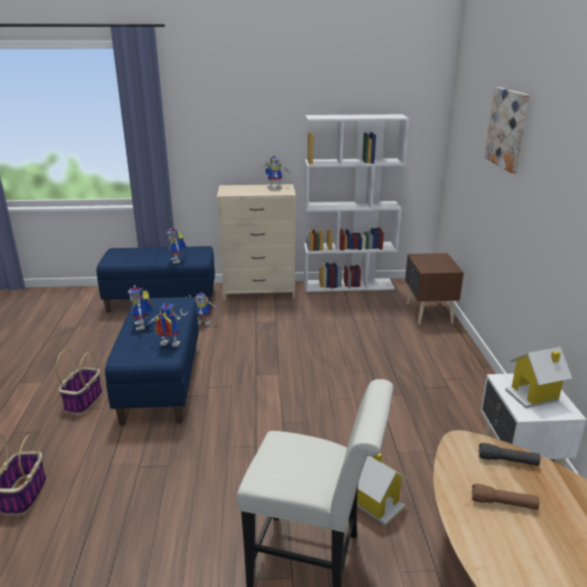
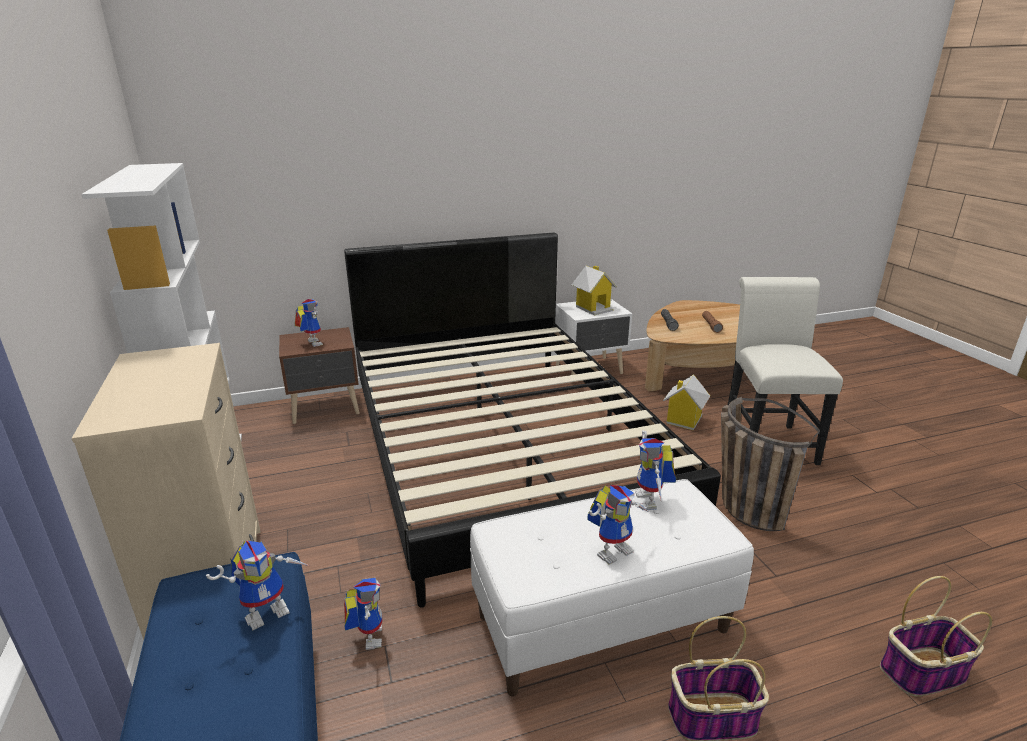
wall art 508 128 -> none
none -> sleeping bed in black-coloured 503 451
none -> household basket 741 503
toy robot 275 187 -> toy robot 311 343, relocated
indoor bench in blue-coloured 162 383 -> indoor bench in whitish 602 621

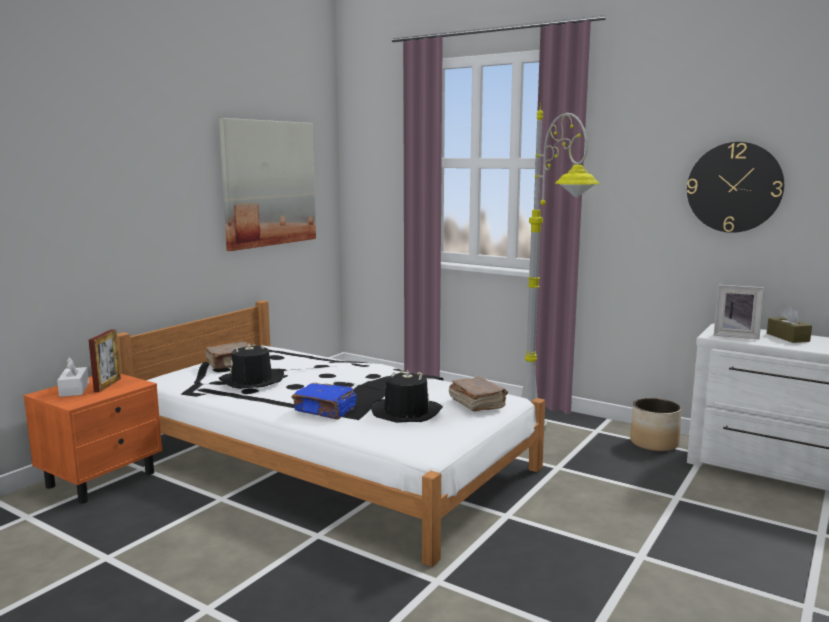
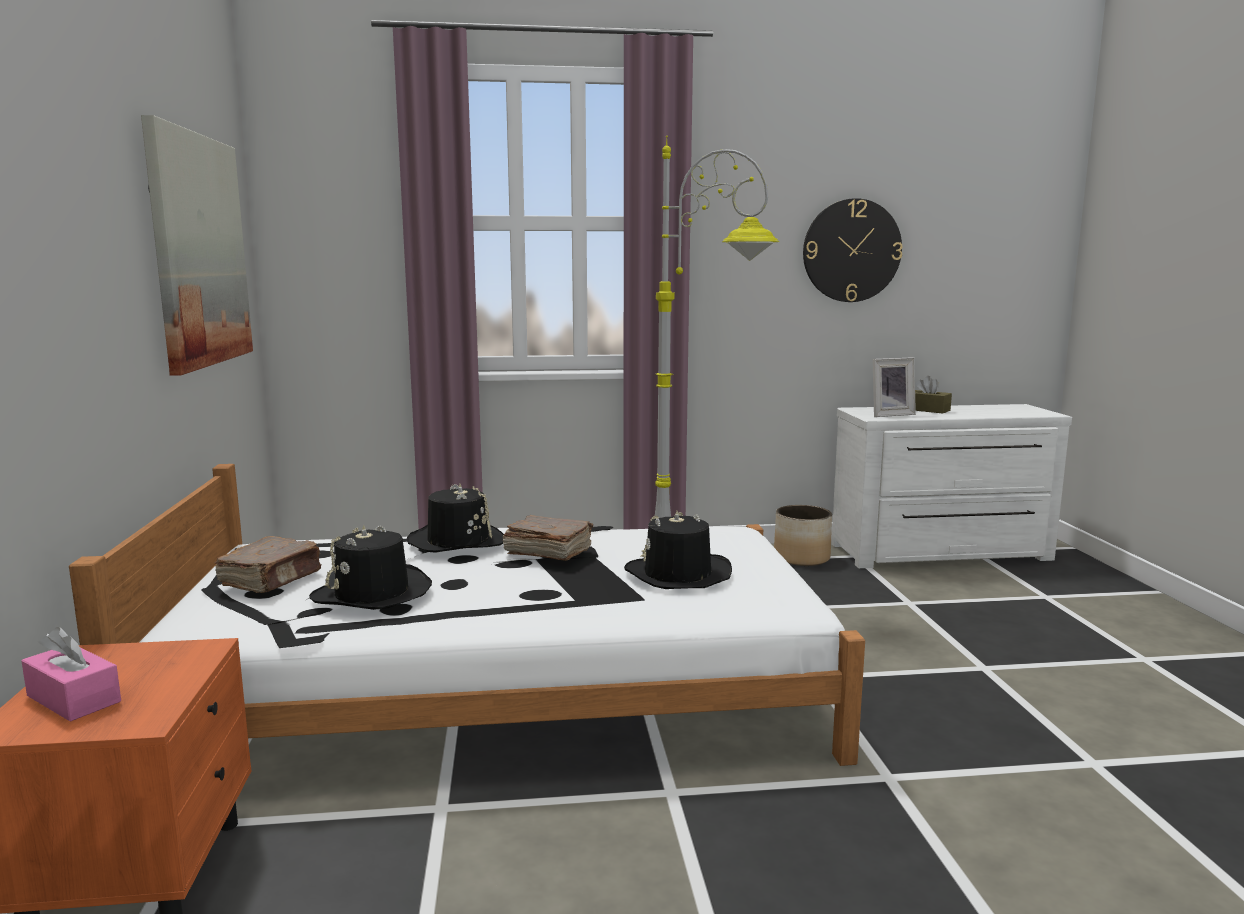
standing frame 107 385 -> none
bound book in blue-coloured 325 411 -> none
none -> clothing hat in black-coloured 457 541
bound book in brown-coloured 477 404 -> bound book in brown-coloured 547 552, relocated
tissue holder in whitish 74 389 -> tissue holder in pink 74 699

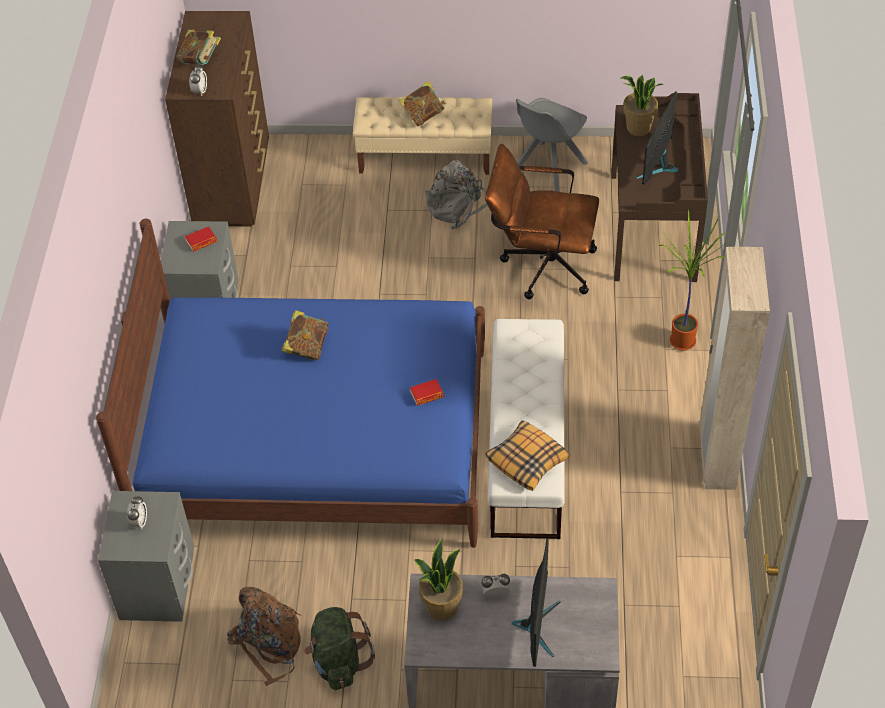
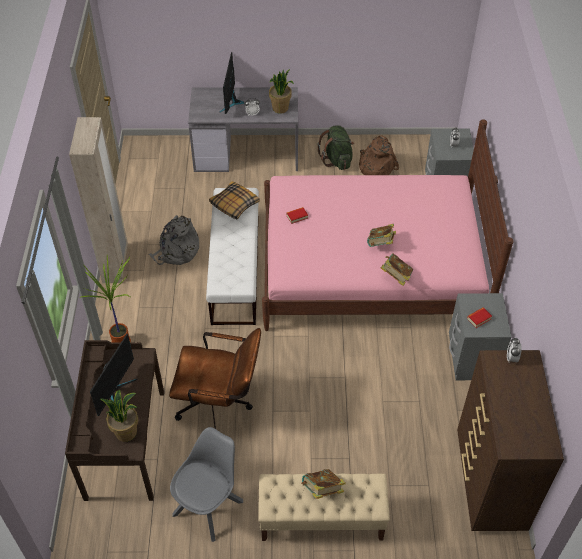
bound book 201 60 -> bound book 396 276, relocated
knapsack in gray 458 206 -> knapsack in gray 177 252, relocated
sleeping bed in blue-coloured 318 443 -> sleeping bed in pink 370 268

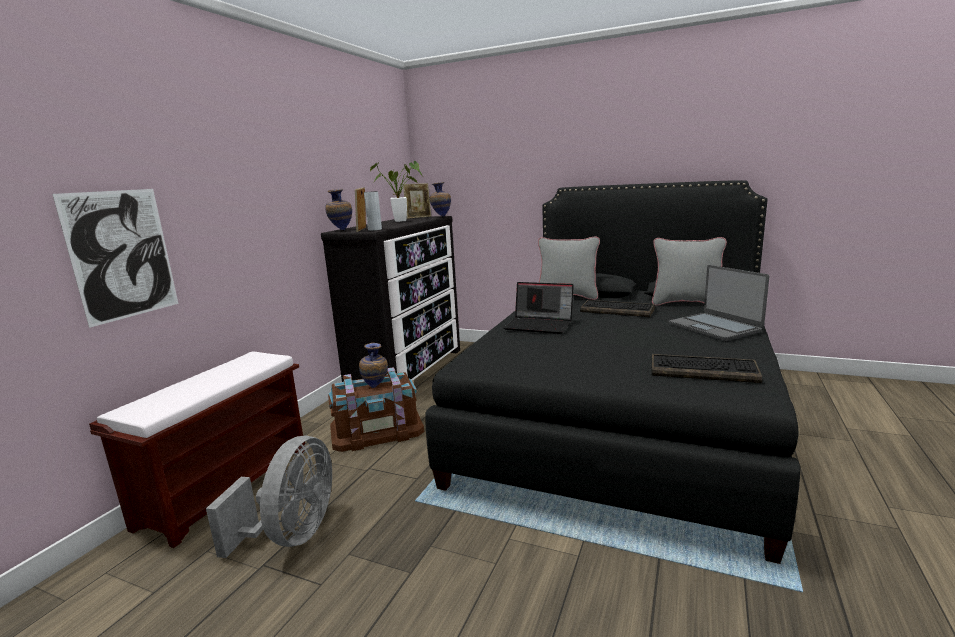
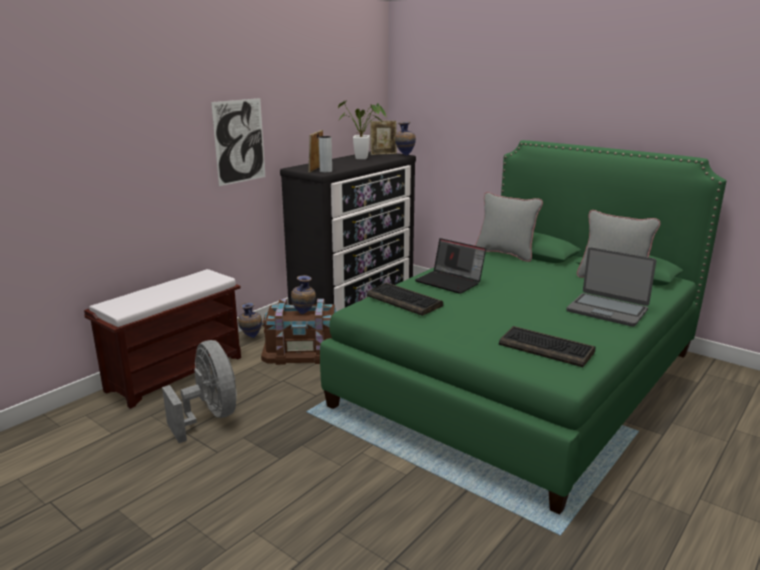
wall art 122 255 -> wall art 239 141, relocated
vase 341 230 -> vase 251 337, relocated
PC keyboard 618 310 -> PC keyboard 405 301, relocated
sleeping bed in black-coloured 620 416 -> sleeping bed in green 520 378
electric fan in gray 292 535 -> electric fan in gray 209 417, 60 degrees counterclockwise
notebook computer 714 328 -> notebook computer 607 310, 45 degrees counterclockwise

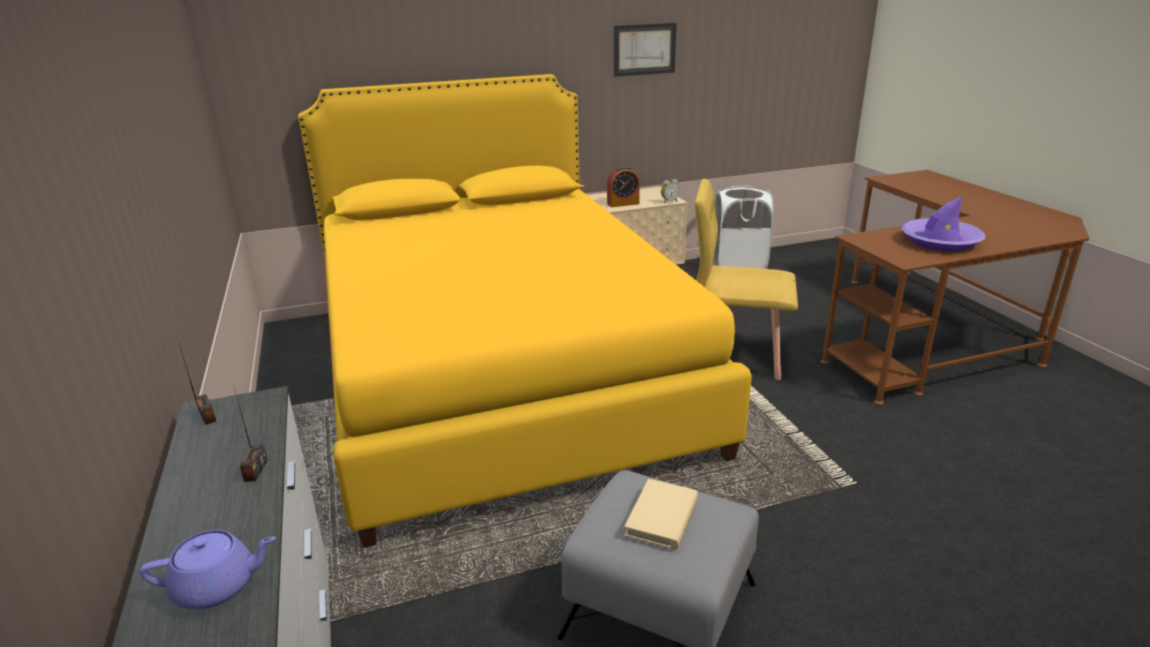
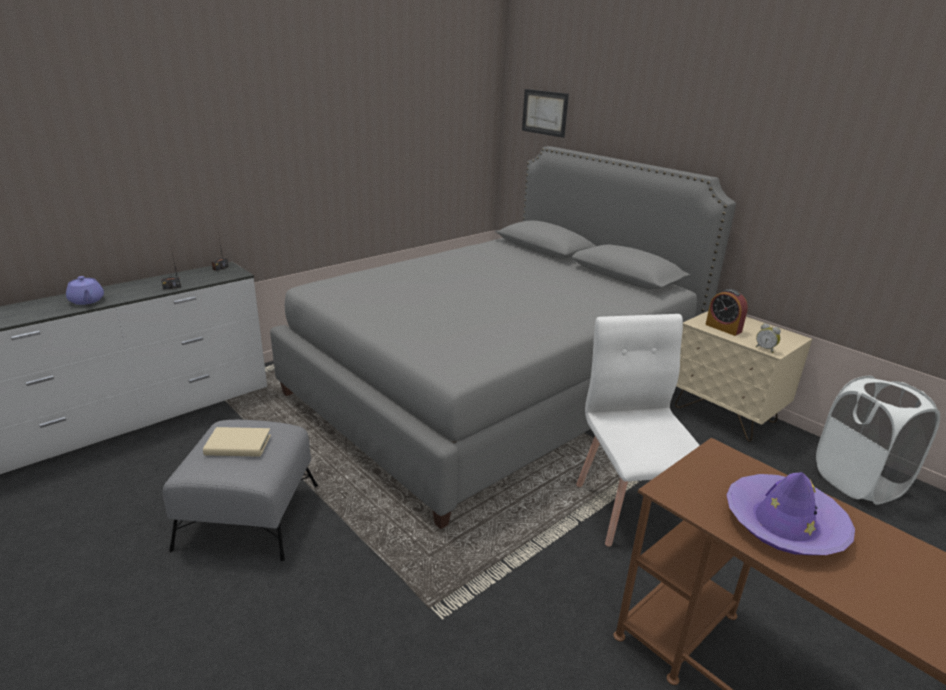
wall art 644 49 -> wall art 545 112, relocated
sleeping bed in yellow 500 373 -> sleeping bed in gray 494 388
chair in yellow 737 356 -> chair in whitish 632 508

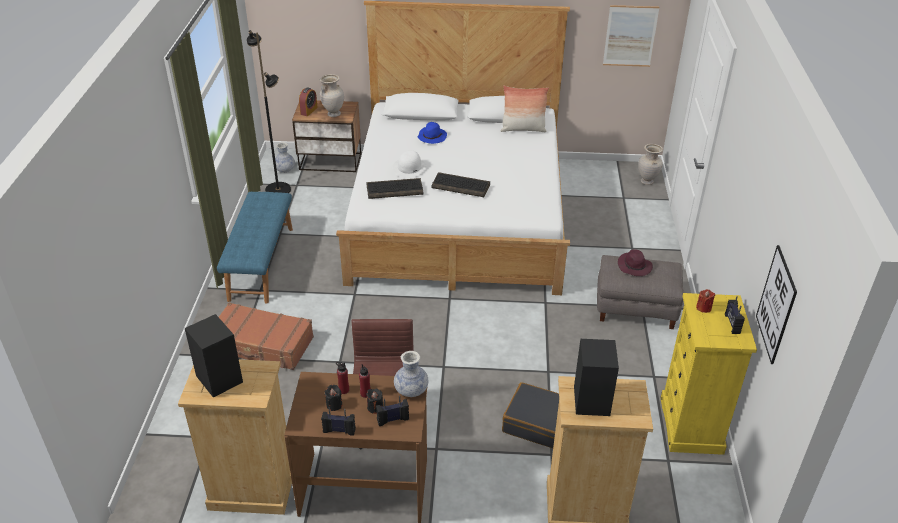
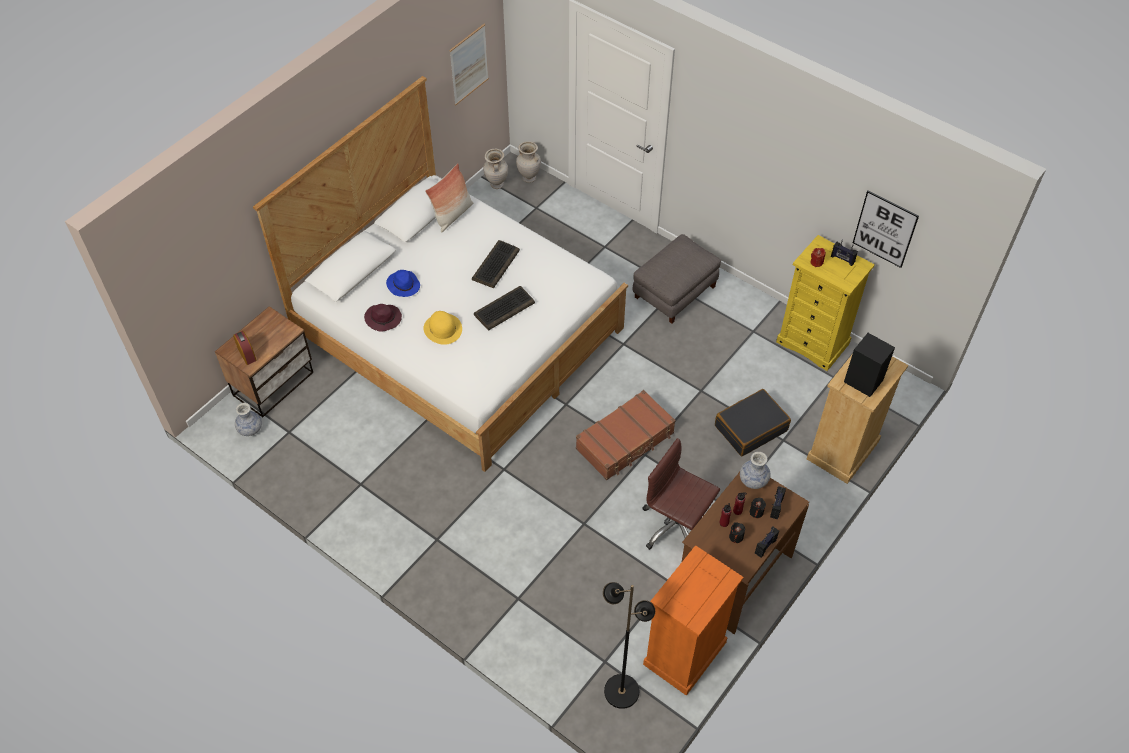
speaker in black-coloured 220 380 -> none
indoor bench in blue-coloured 260 263 -> none
suitcase in brown-coloured 261 345 -> suitcase in brown-coloured 625 441, relocated
floor lamp in black-coloured 278 190 -> floor lamp in black-coloured 621 690, relocated
vase in beige 333 114 -> vase in beige 496 185, relocated
PC keyboard 395 189 -> PC keyboard 495 264, relocated
clothing hat in purplish 634 266 -> clothing hat in purplish 384 319, relocated
chest of drawers in beige 251 489 -> chest of drawers in orange-coloured 684 654
clothing hat in whitish 409 168 -> clothing hat in yellow 443 329

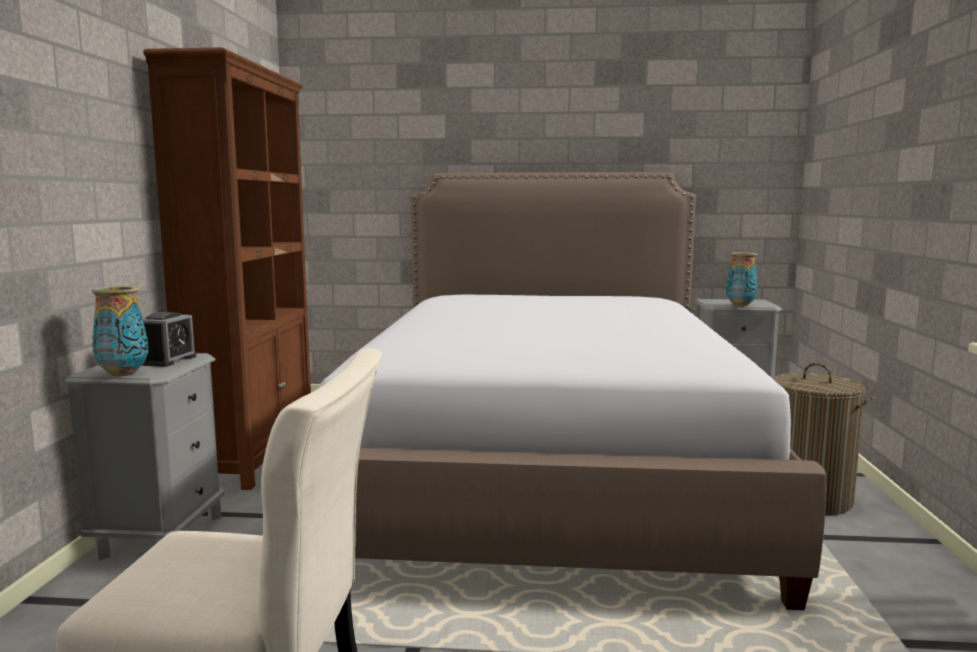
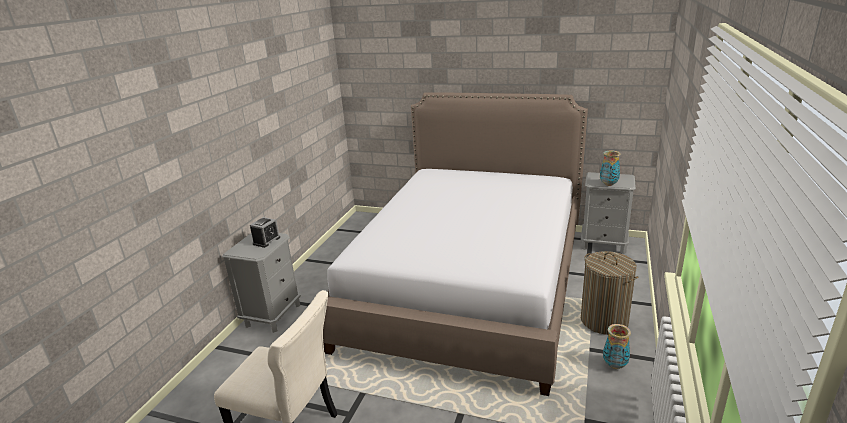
bookcase in brown-coloured 254 455 -> none
vase 123 374 -> vase 615 365, relocated

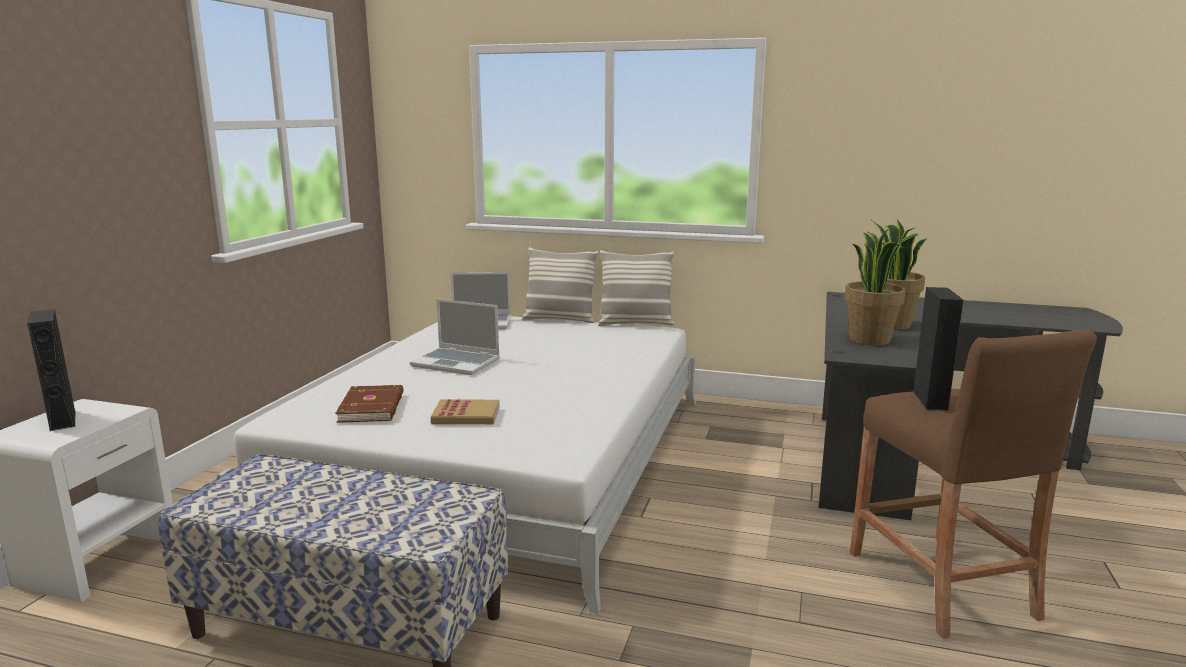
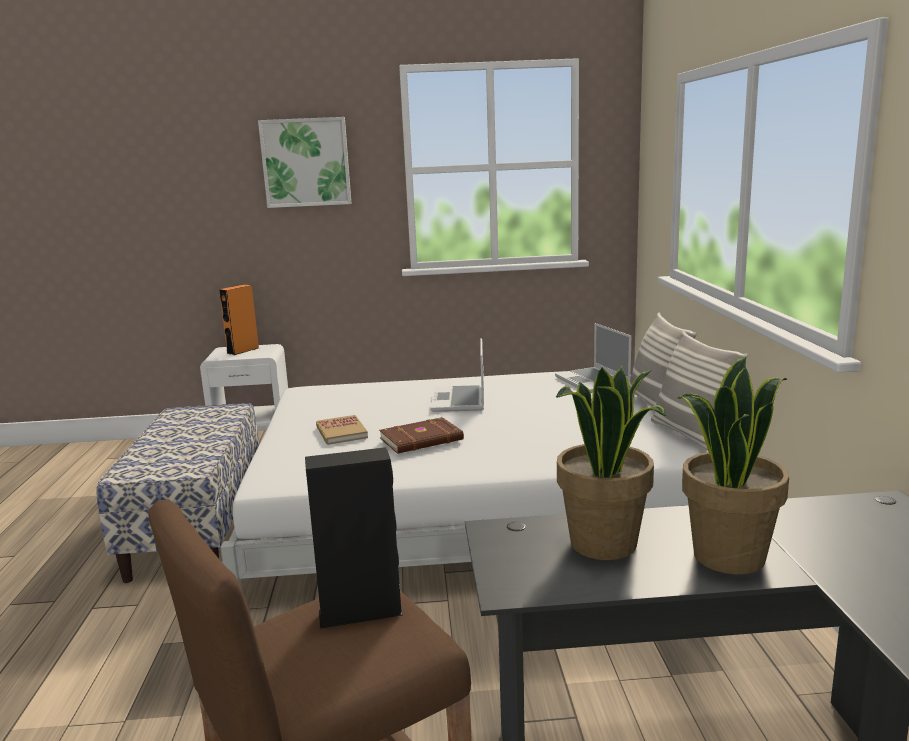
none -> wall art 306 162
bound book in brown-coloured 373 407 -> bound book in brown-coloured 422 439, relocated
speaker in black-coloured 62 420 -> speaker in orange-coloured 243 350

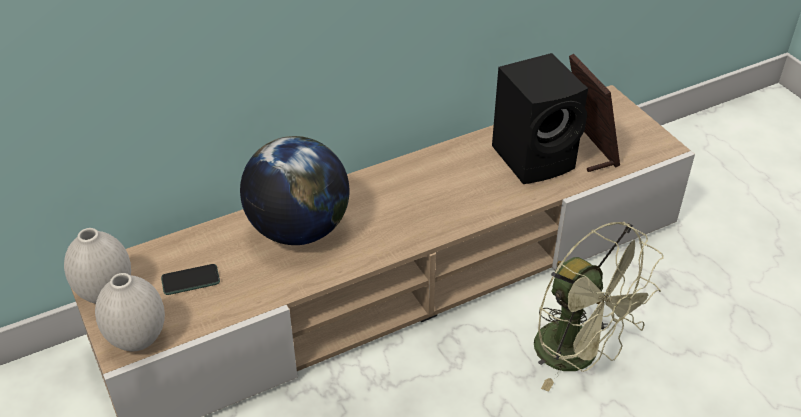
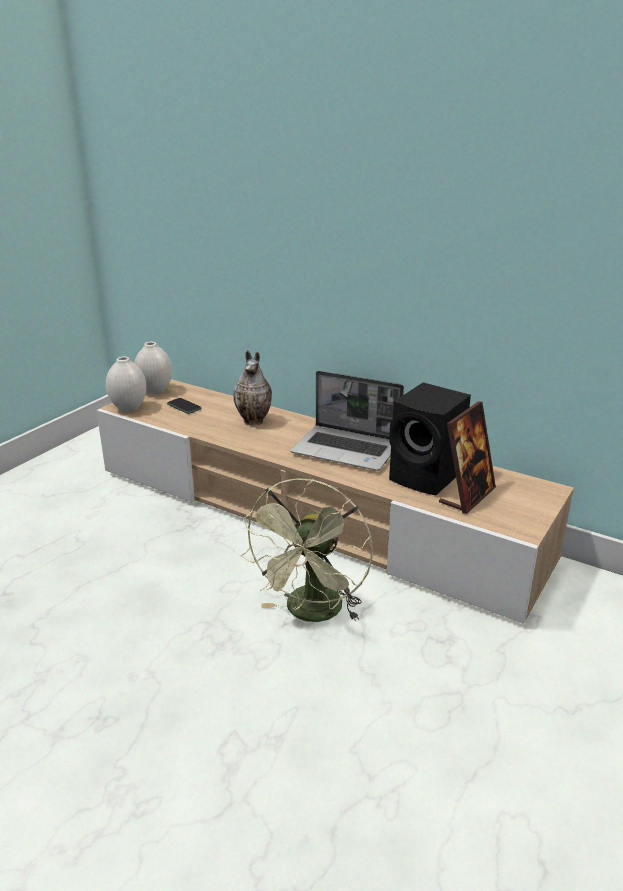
none -> notebook computer 347 450
globe 299 230 -> vase 255 421

